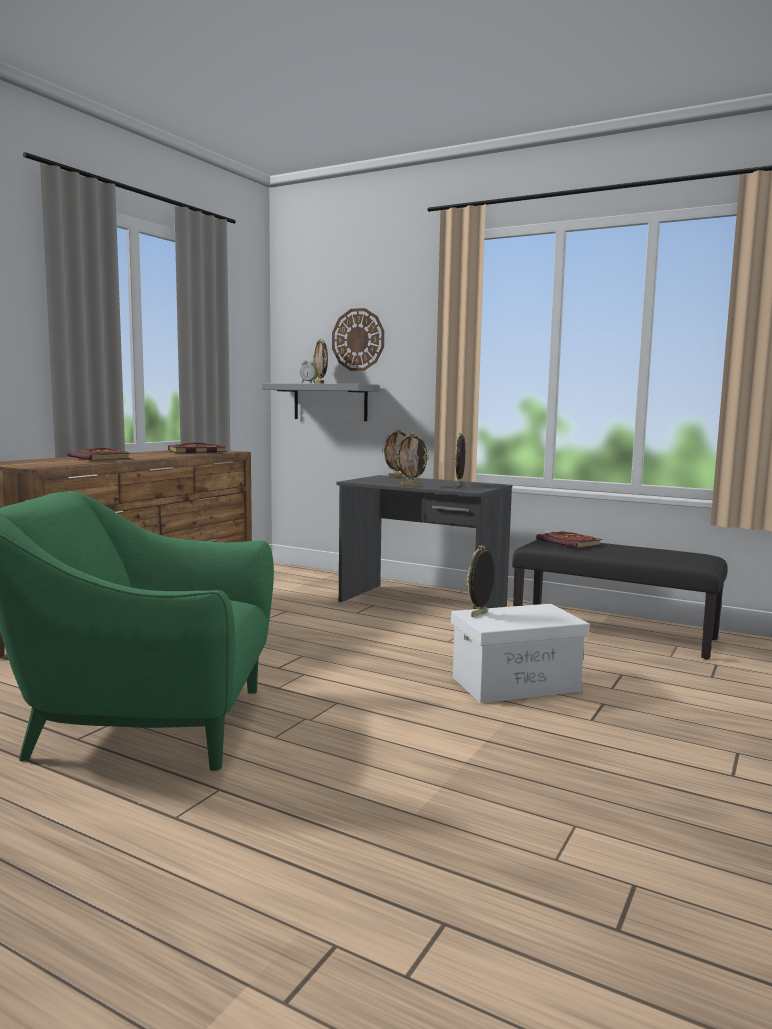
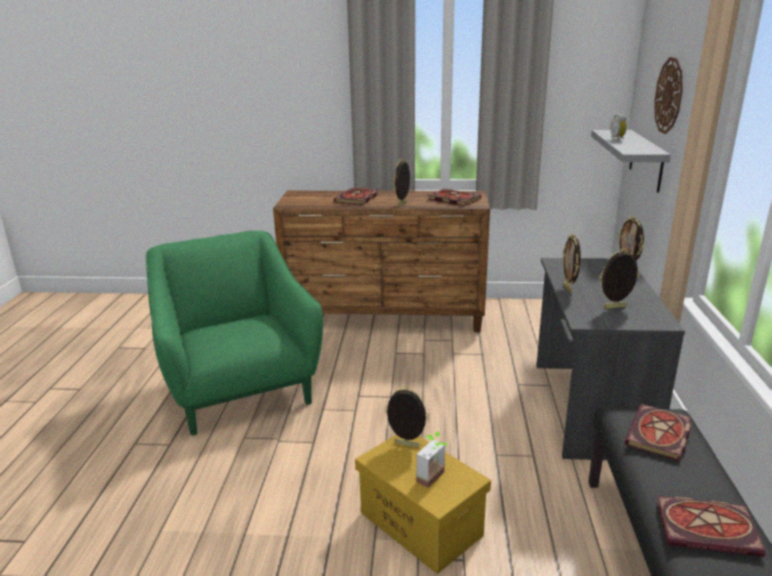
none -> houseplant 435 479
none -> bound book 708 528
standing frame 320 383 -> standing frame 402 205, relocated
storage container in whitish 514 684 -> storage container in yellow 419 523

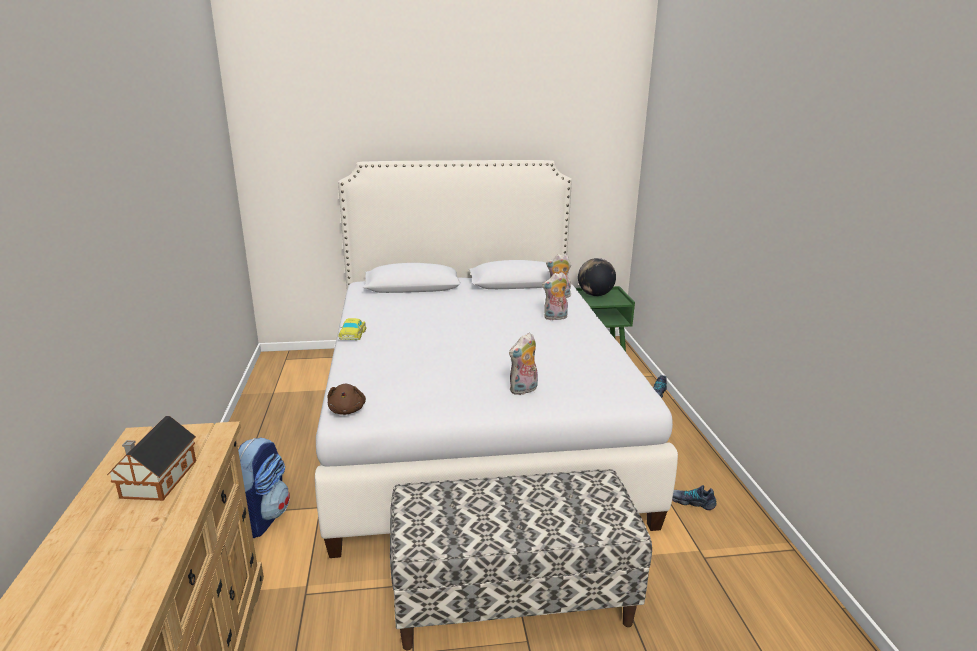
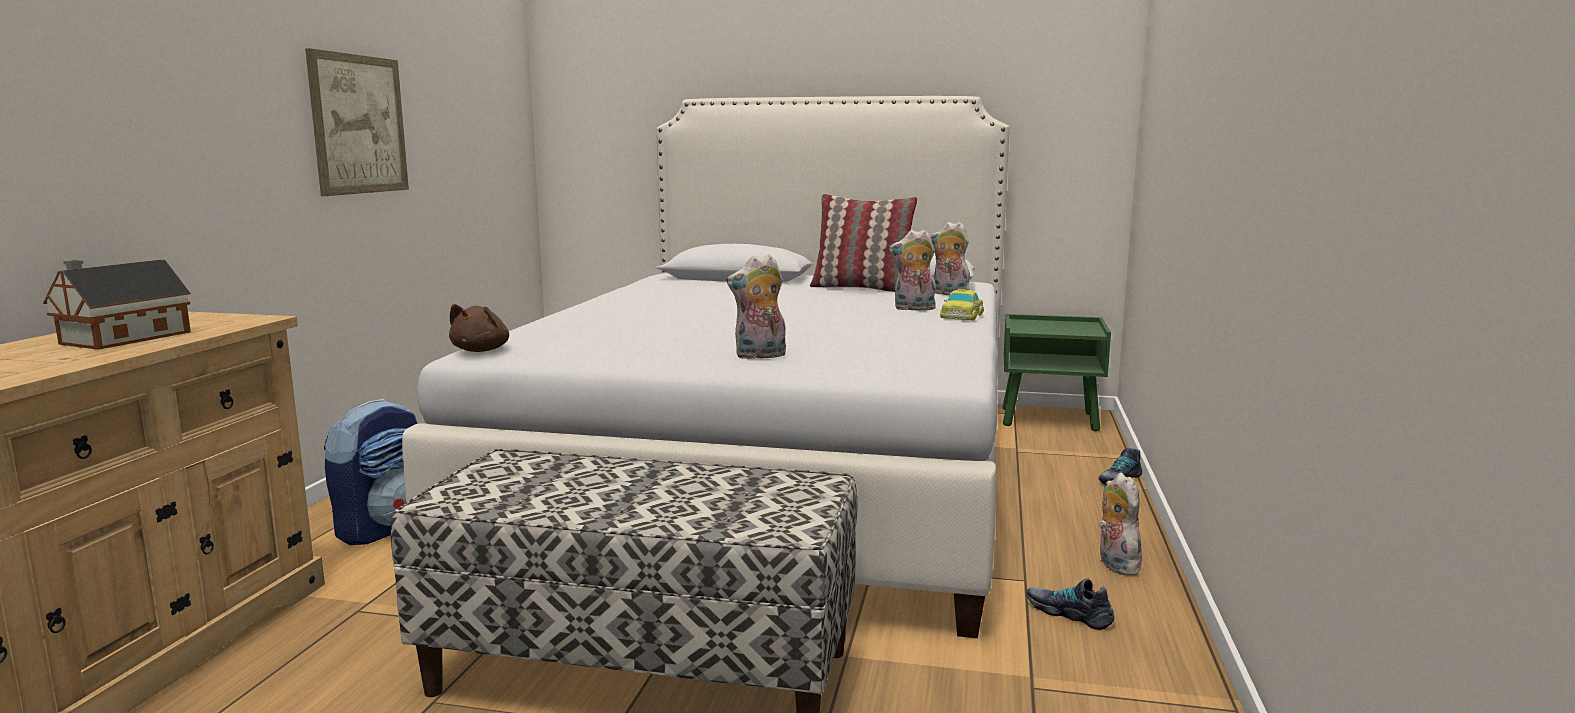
globe 595 295 -> none
none -> wall art 359 124
none -> cushion 861 288
none -> cuddly toy 1114 565
model car 353 334 -> model car 962 315, relocated

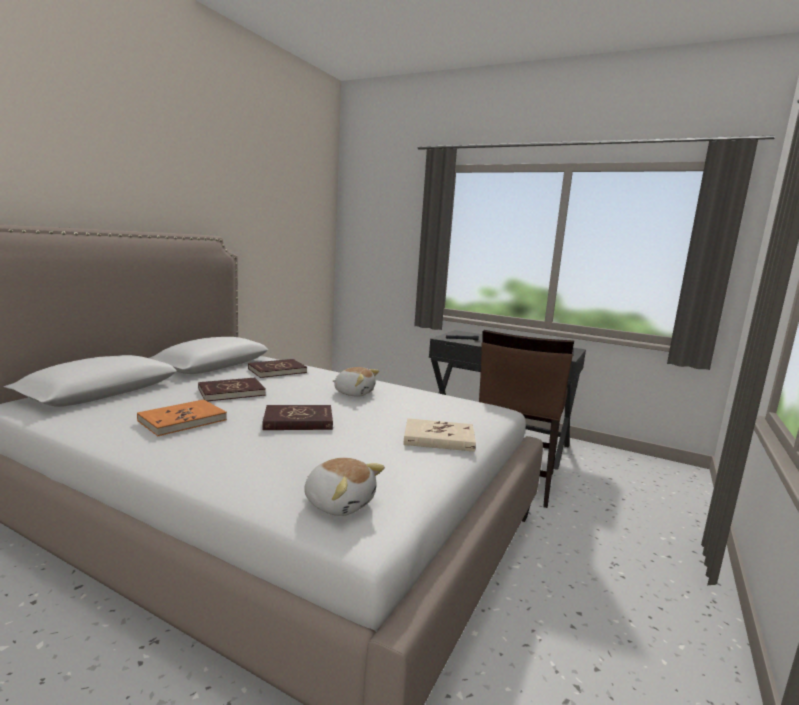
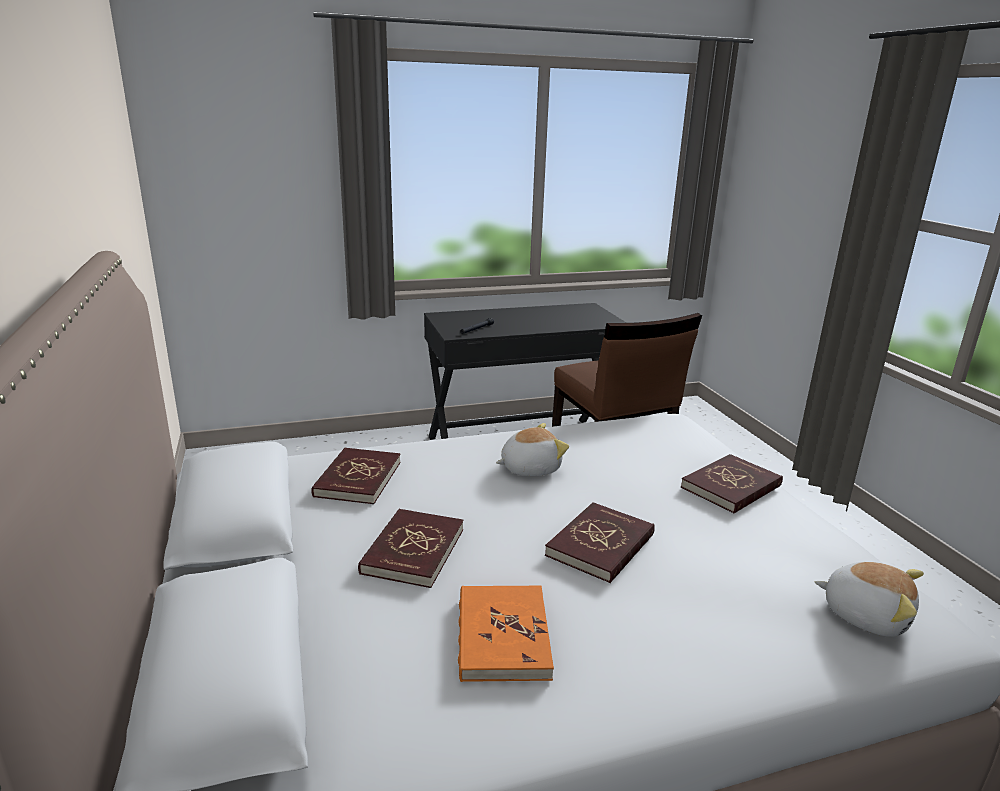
bound book in beige 439 438 -> bound book in red-coloured 731 487
cuddly toy 339 503 -> cuddly toy 865 614, 45 degrees clockwise

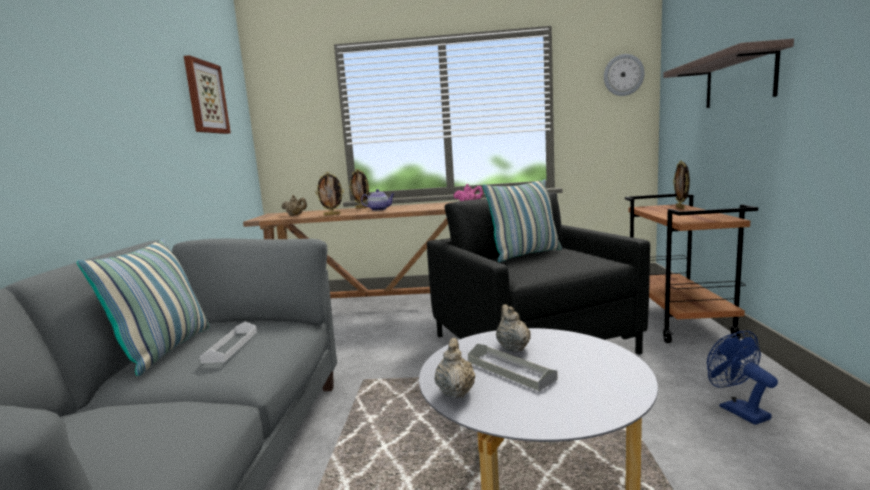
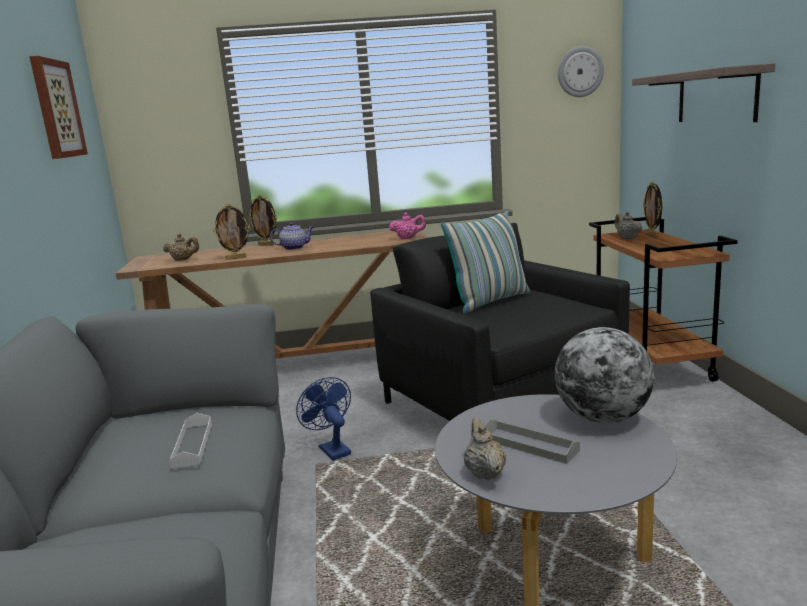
cushion 165 350 -> none
none -> globe 603 418
teapot in beige 512 347 -> teapot in beige 627 238, relocated
electric fan in blue-coloured 737 410 -> electric fan in blue-coloured 331 449, relocated

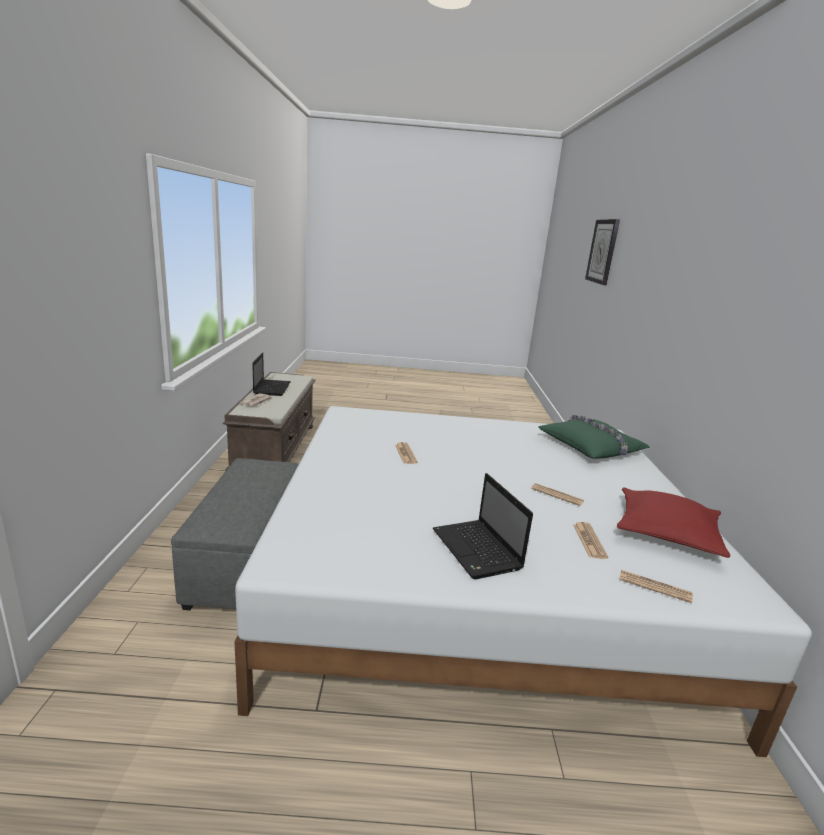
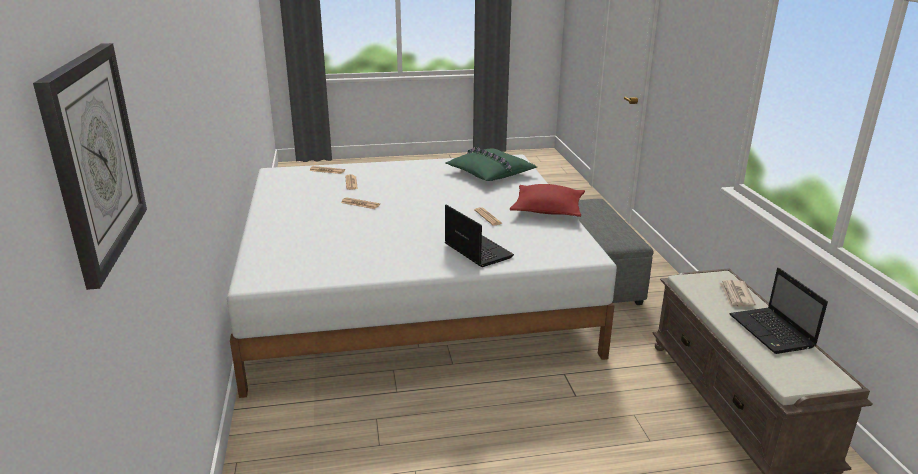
notebook computer 478 550 -> notebook computer 476 250, relocated
cushion in green 591 447 -> cushion in green 489 173, relocated
cushion in red-coloured 666 532 -> cushion in red-coloured 547 209, relocated

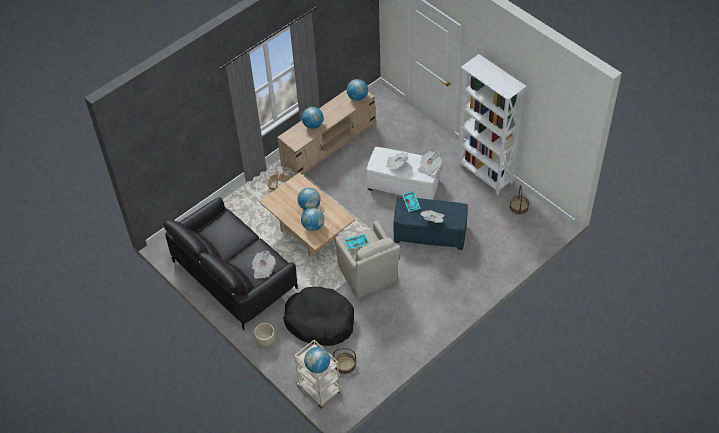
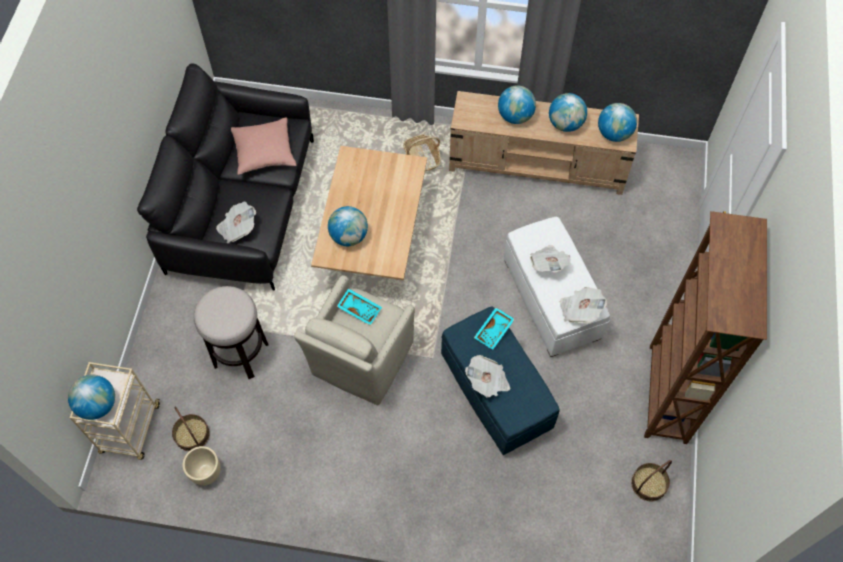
none -> cushion in pink 264 152
planter in beige 265 341 -> planter in beige 206 472, relocated
globe 309 206 -> globe 565 124, relocated
dog cushion in black-coloured 320 321 -> stool 241 354
bookcase in whitish 485 174 -> bookcase in brown-coloured 666 394

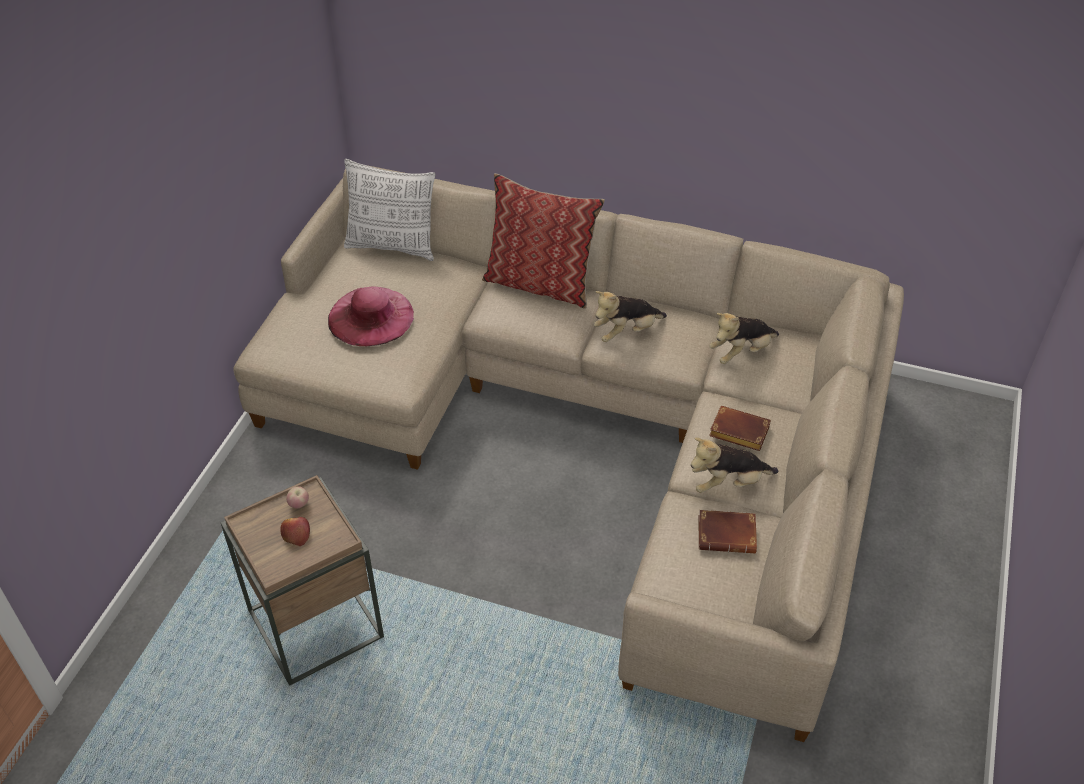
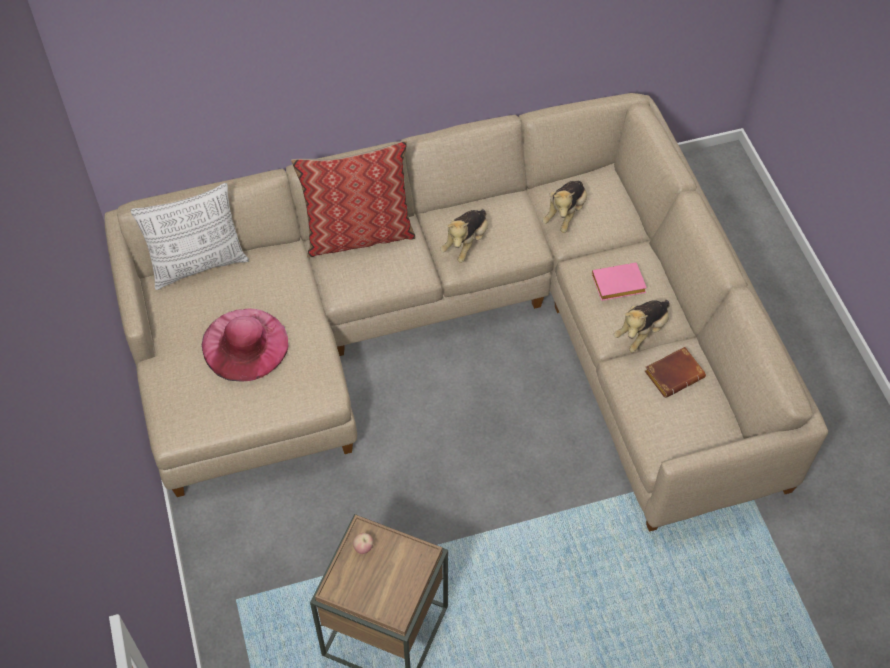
apple 296 534 -> none
bound book in brown-coloured 737 432 -> bound book in pink 617 286

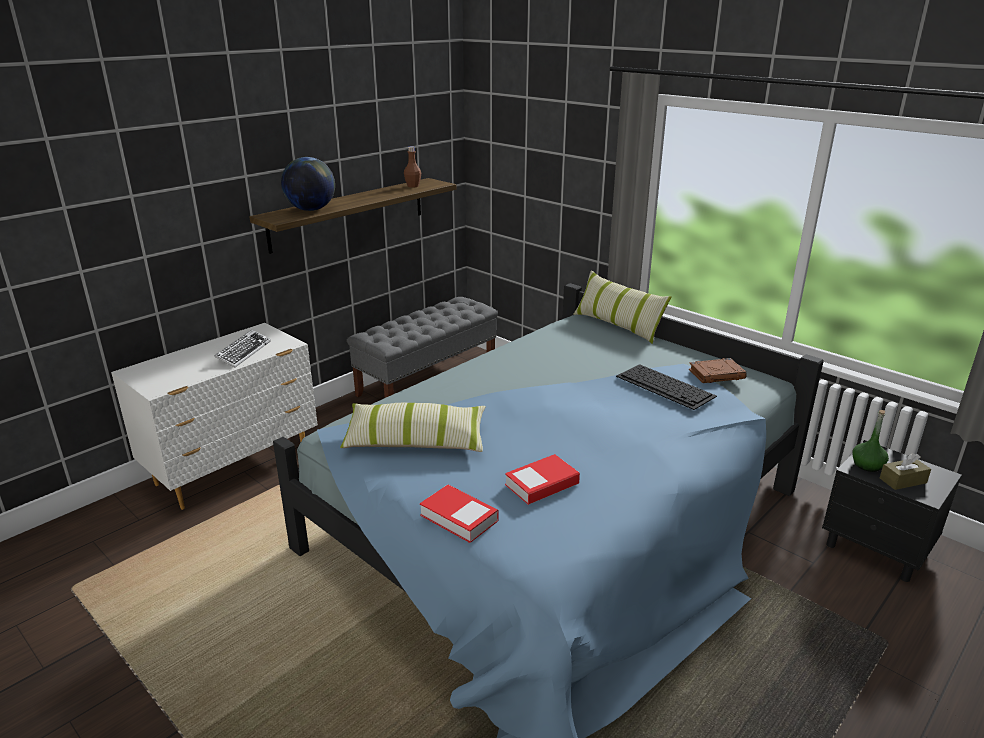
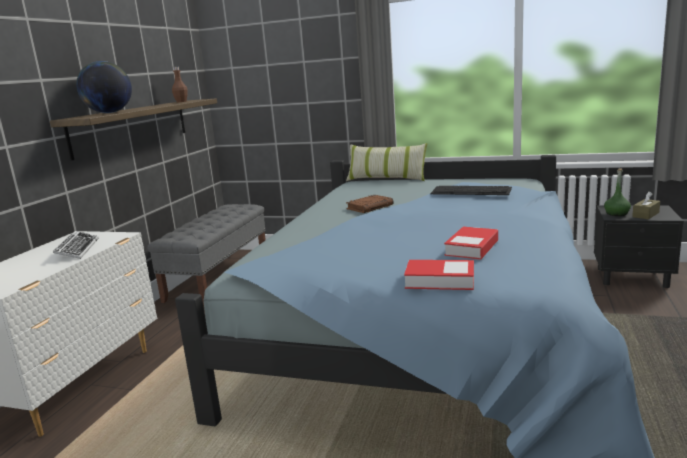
cushion 415 441 -> none
bound book in brown-coloured 717 374 -> bound book in brown-coloured 370 207, relocated

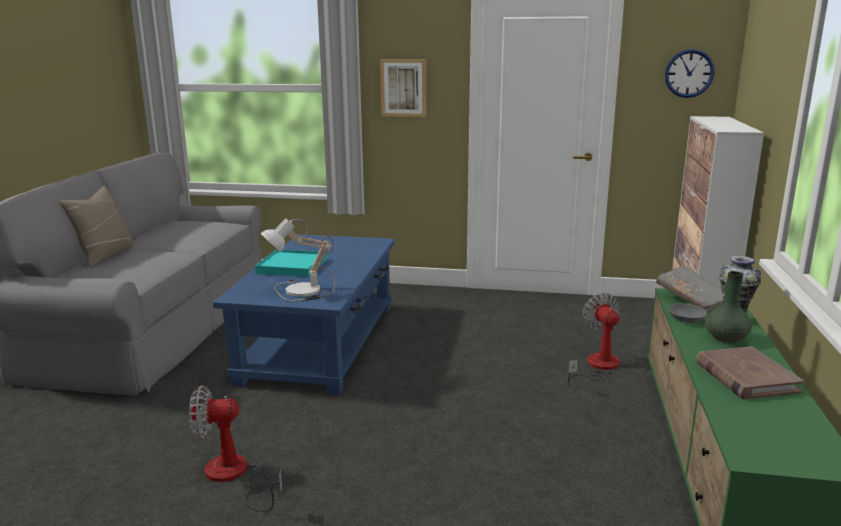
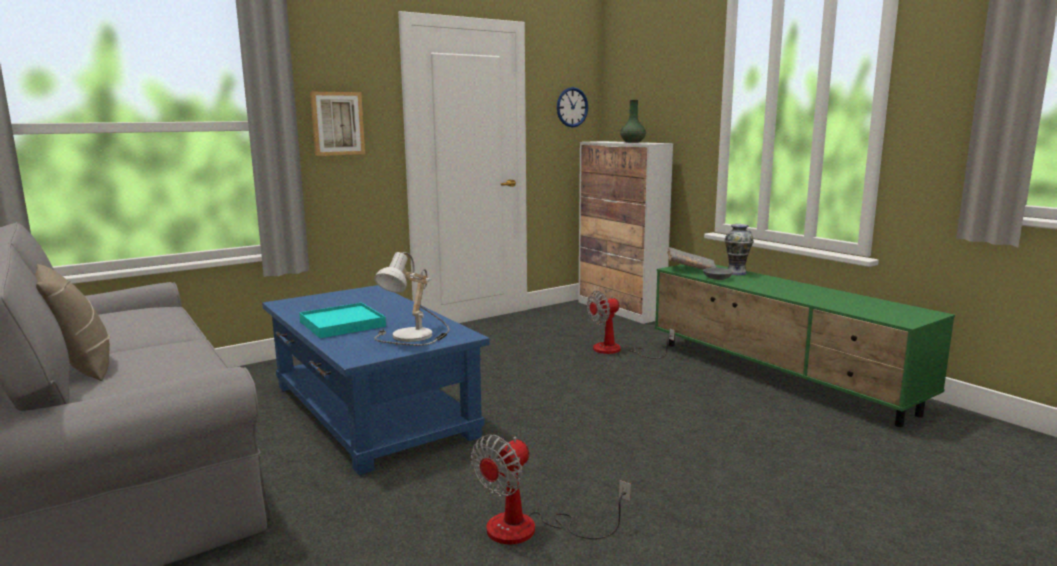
bound book in brown-coloured 745 377 -> none
vase in green 726 338 -> vase in green 633 142, relocated
electric fan 597 367 -> electric fan 617 350, 60 degrees counterclockwise

